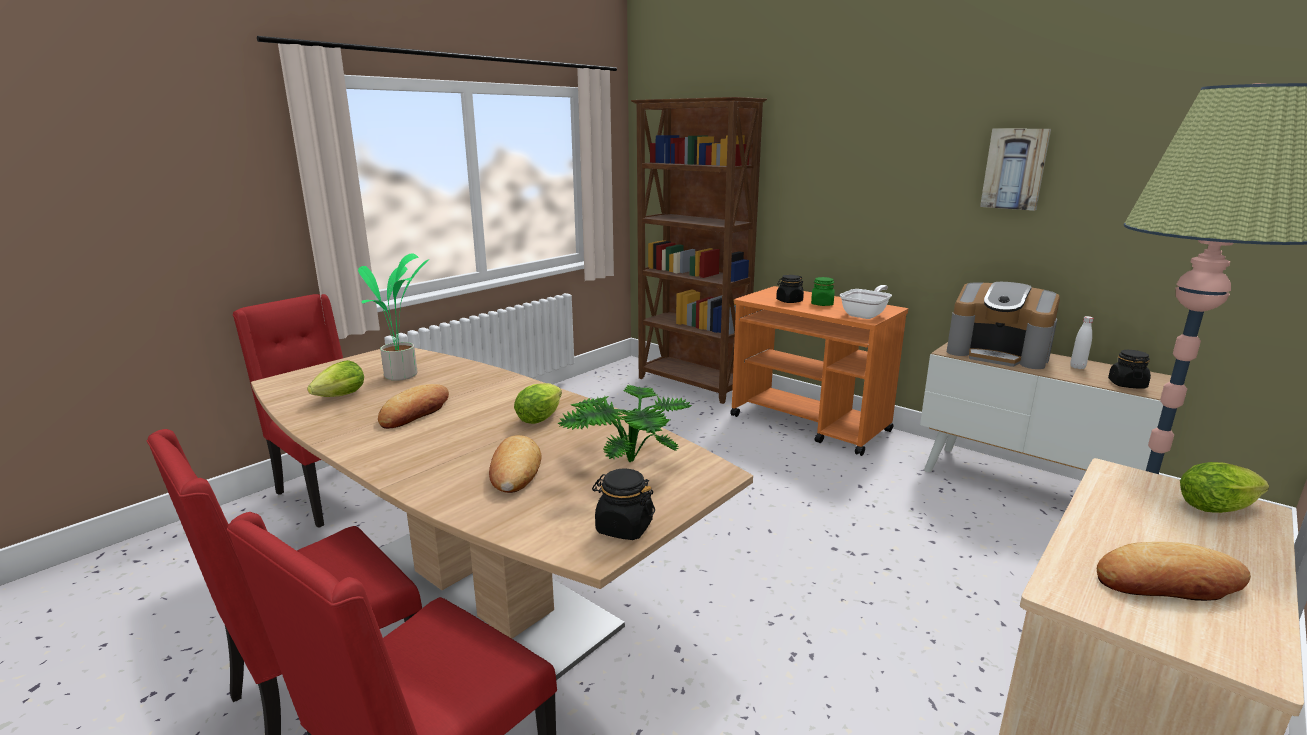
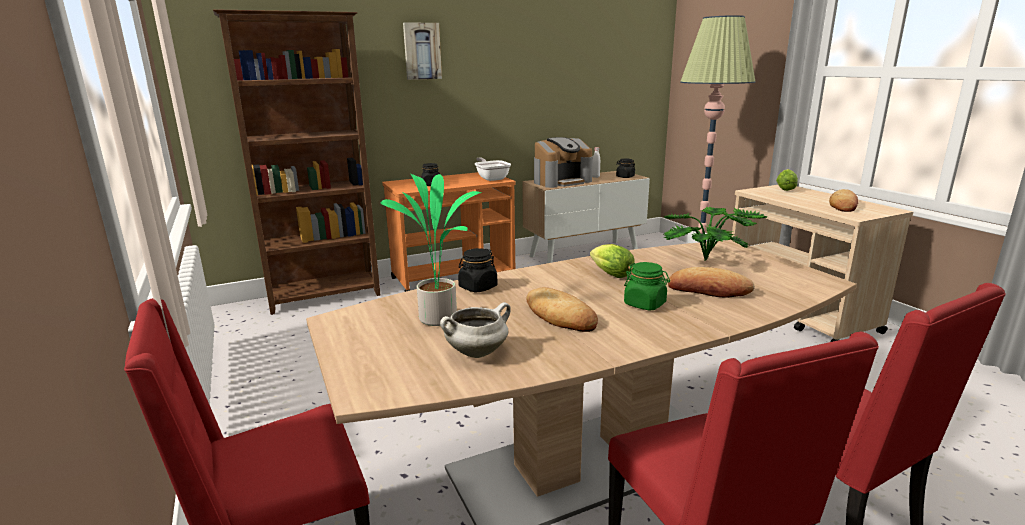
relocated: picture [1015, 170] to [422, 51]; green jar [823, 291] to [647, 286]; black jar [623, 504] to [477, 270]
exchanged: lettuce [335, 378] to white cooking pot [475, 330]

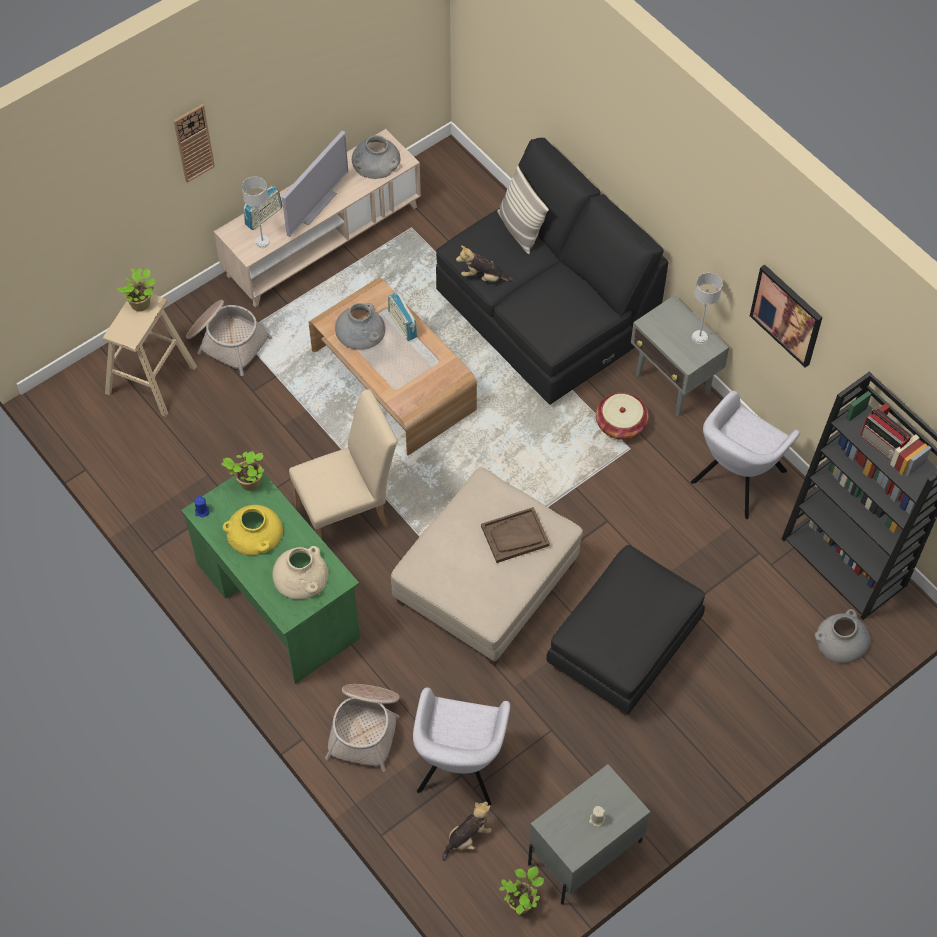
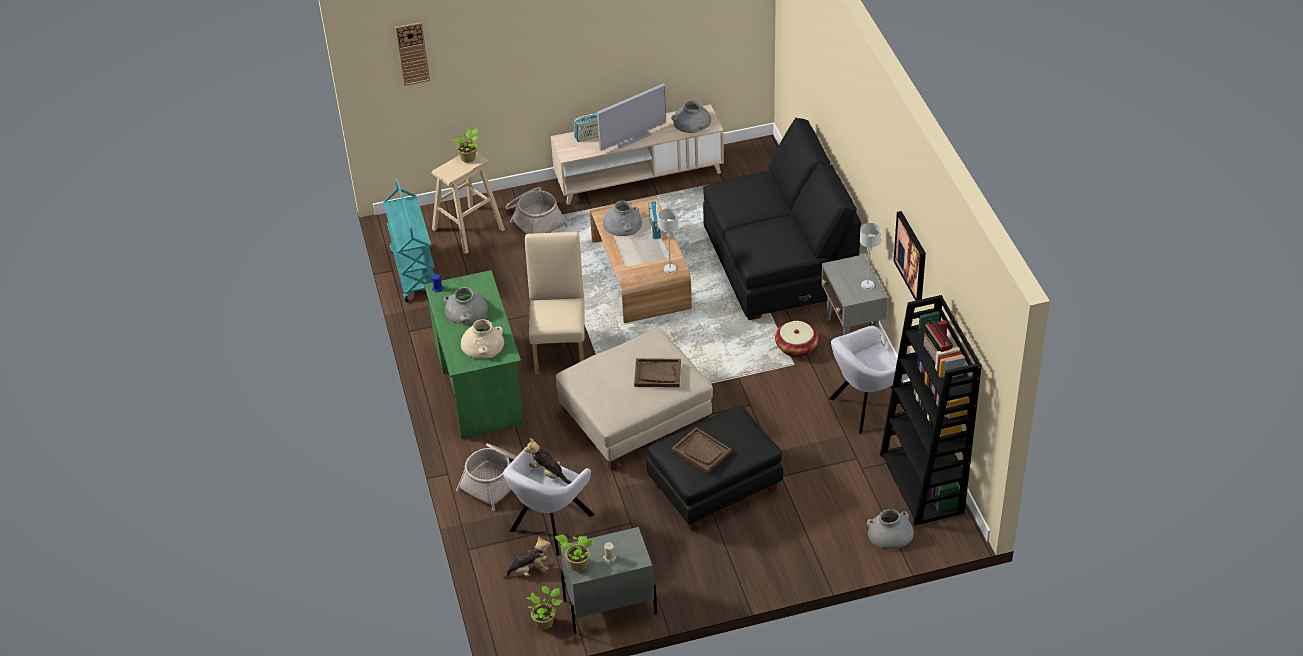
missing: pillow [523, 210]
appeared: turquoise cart [409, 240]; brown tray [702, 450]
relocated: wall clock [194, 143] to [412, 54]; grey table lamp [256, 212] to [668, 241]; plush toy [485, 264] to [547, 461]; potted plant [242, 471] to [574, 553]
colour: yellow vase [253, 530] to grey vase [466, 305]
spun: beige chair [343, 464] = [555, 303] 90 degrees counterclockwise

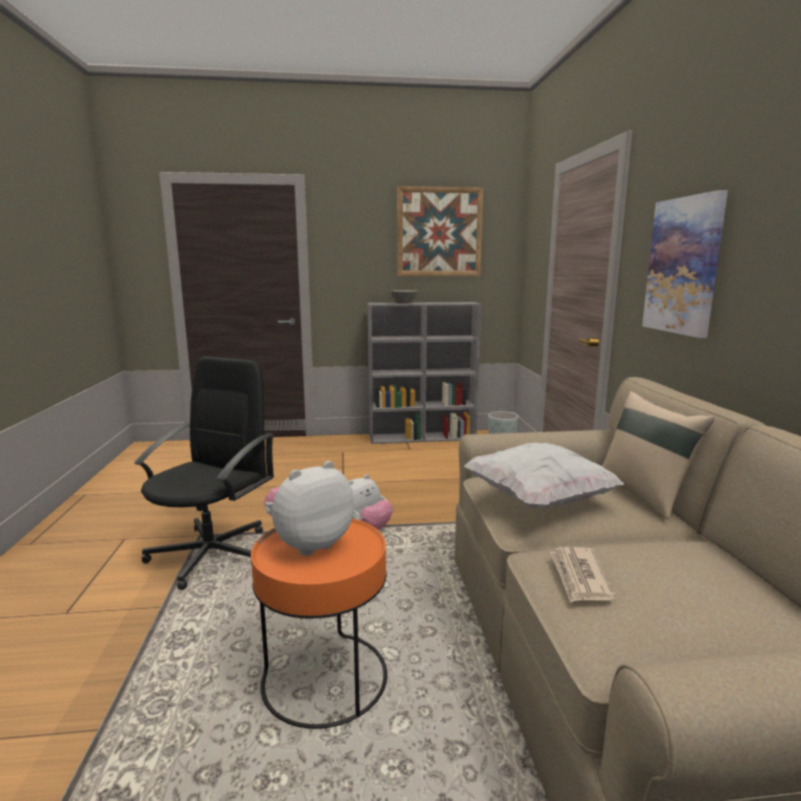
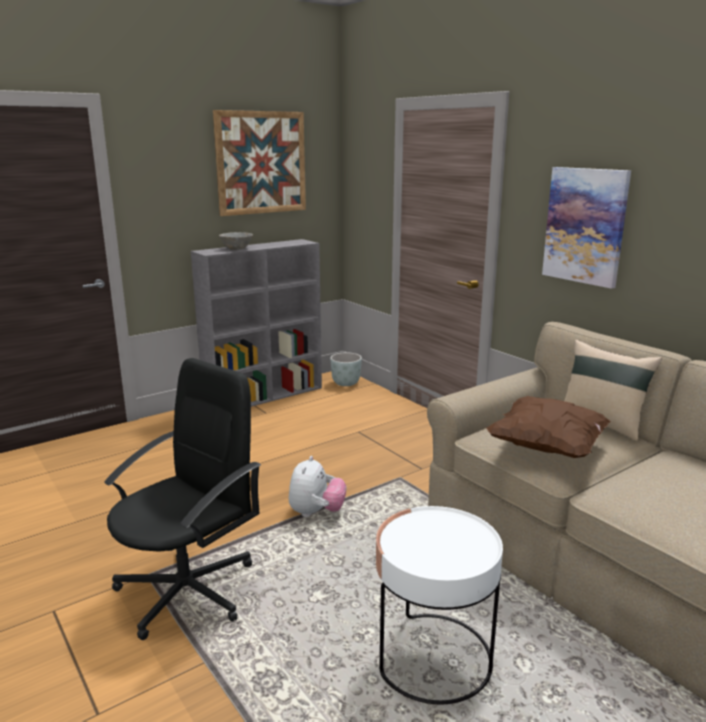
missing: plush toy [309, 508]; newspaper [583, 575]
colour: white pillow [544, 476] to brown pillow [548, 427]; orange side table [319, 623] to white side table [439, 605]
spun: black office chair [204, 473] = [182, 499] 45 degrees clockwise

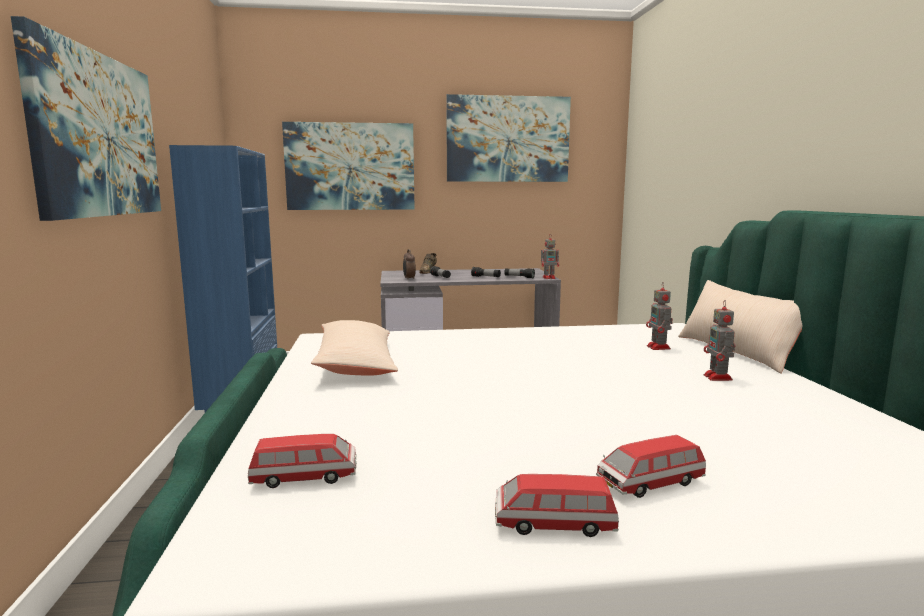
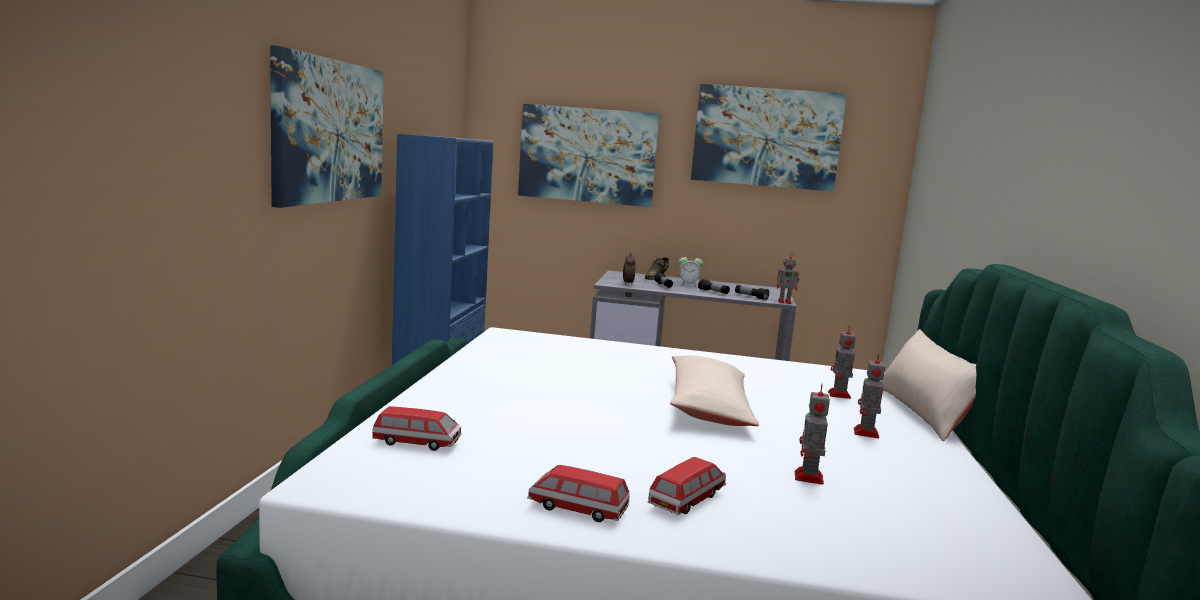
appeared: alarm clock [691, 270]; toy robot [812, 434]
relocated: beige pillow [354, 348] to [714, 390]
spun: toy car [651, 466] = [687, 486] 135 degrees clockwise

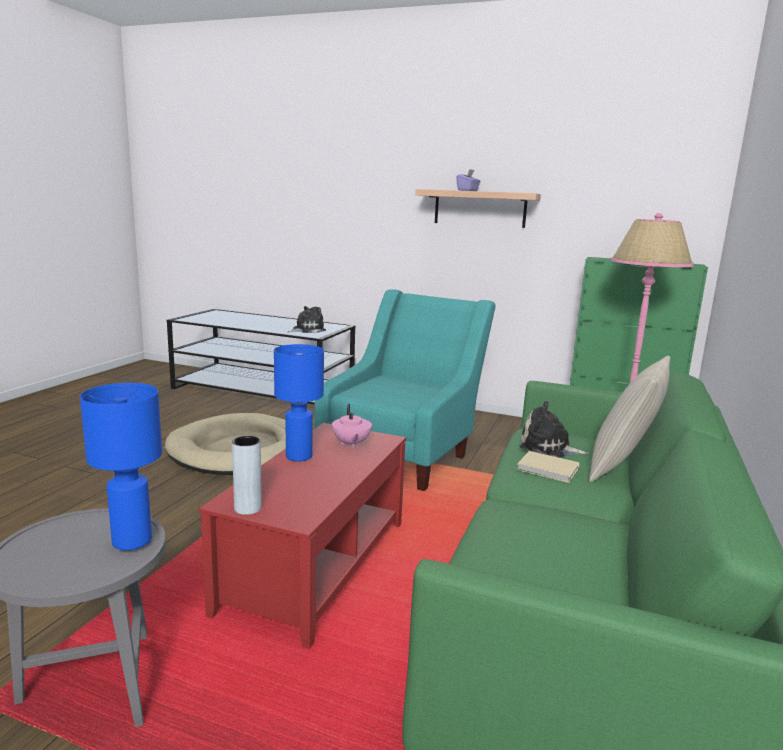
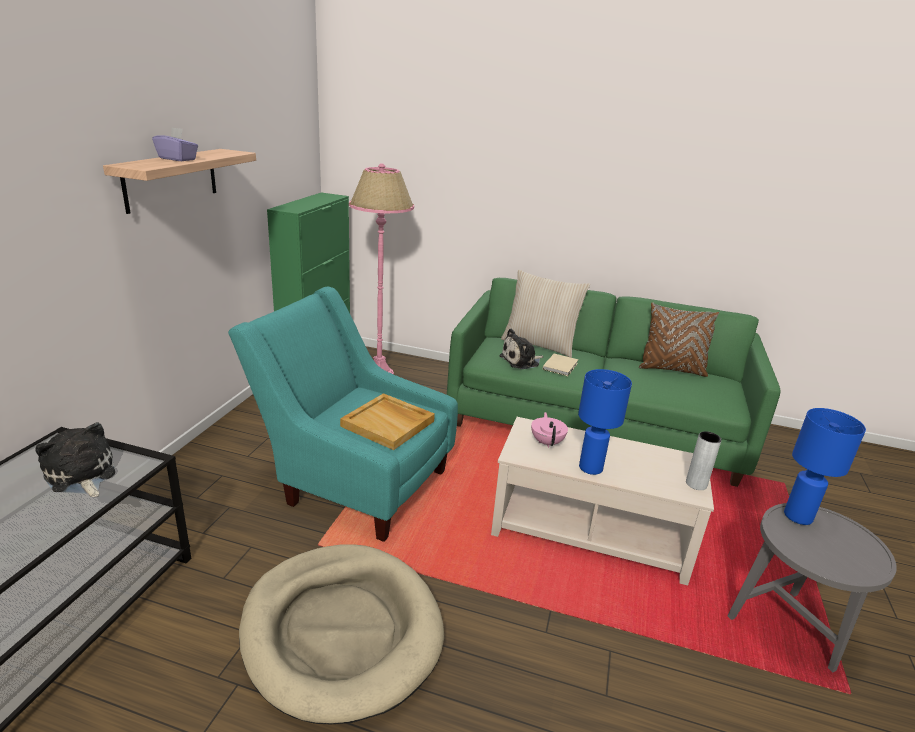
appeared: brown pillow [679, 339]; beige tray [387, 421]
colour: red coffee table [302, 536] to beige coffee table [602, 501]
spun: plush toy [554, 429] = [521, 348] 45 degrees clockwise; pink teapot [352, 426] = [549, 430] 75 degrees counterclockwise

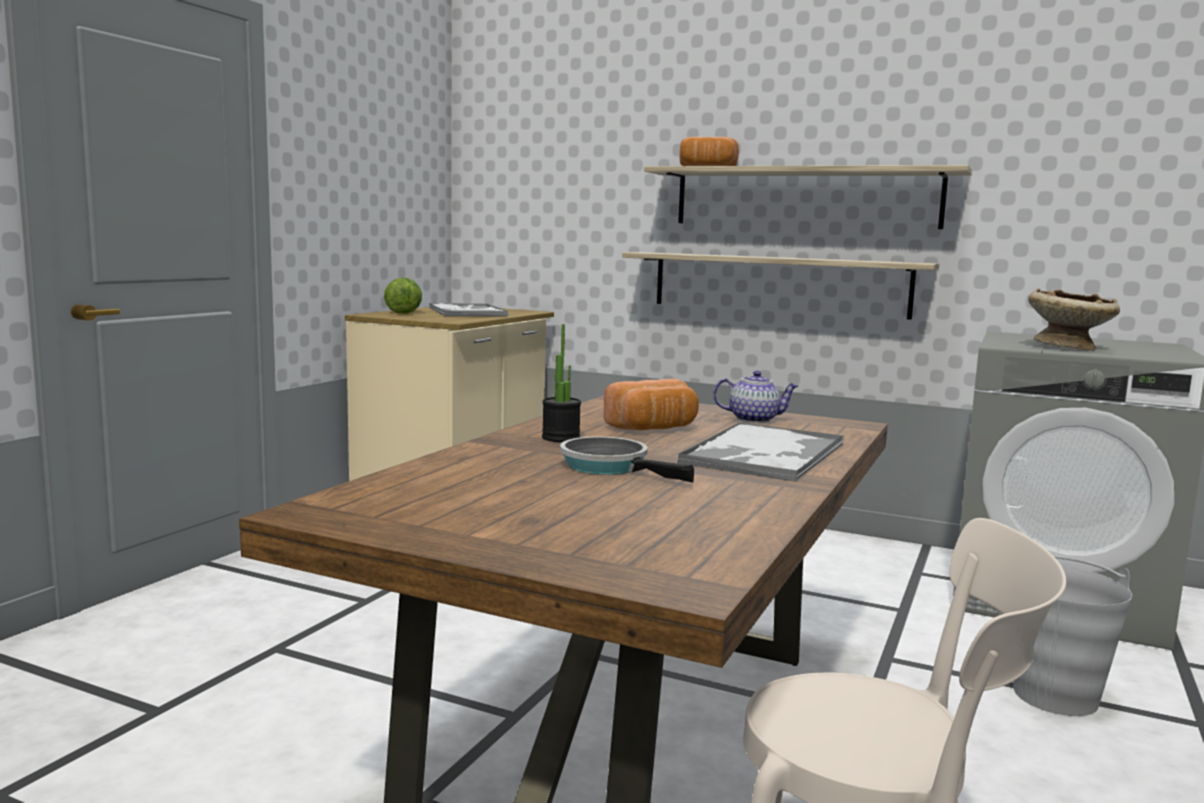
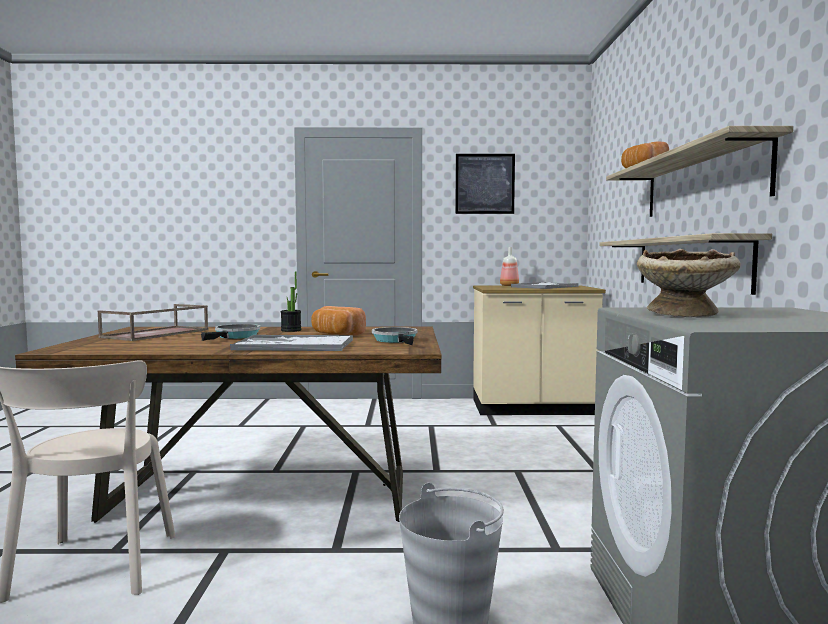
appeared: picture [485, 184]; brown tray [153, 322]
exchanged: lettuce [403, 296] to bottle [509, 266]; teapot [756, 397] to frying pan [394, 336]

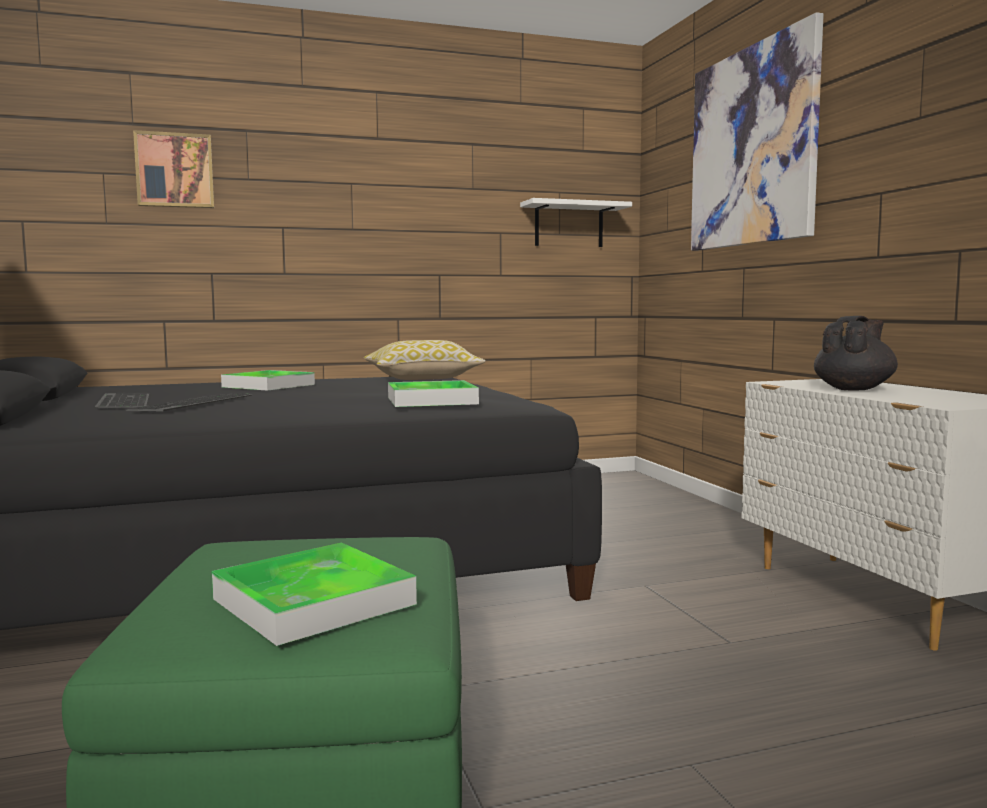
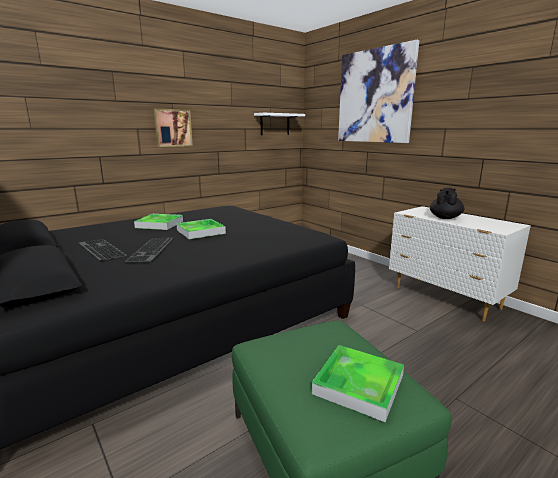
missing: pillow [425, 360]
relocated: picture [173, 169] to [173, 128]; tray [433, 393] to [201, 229]

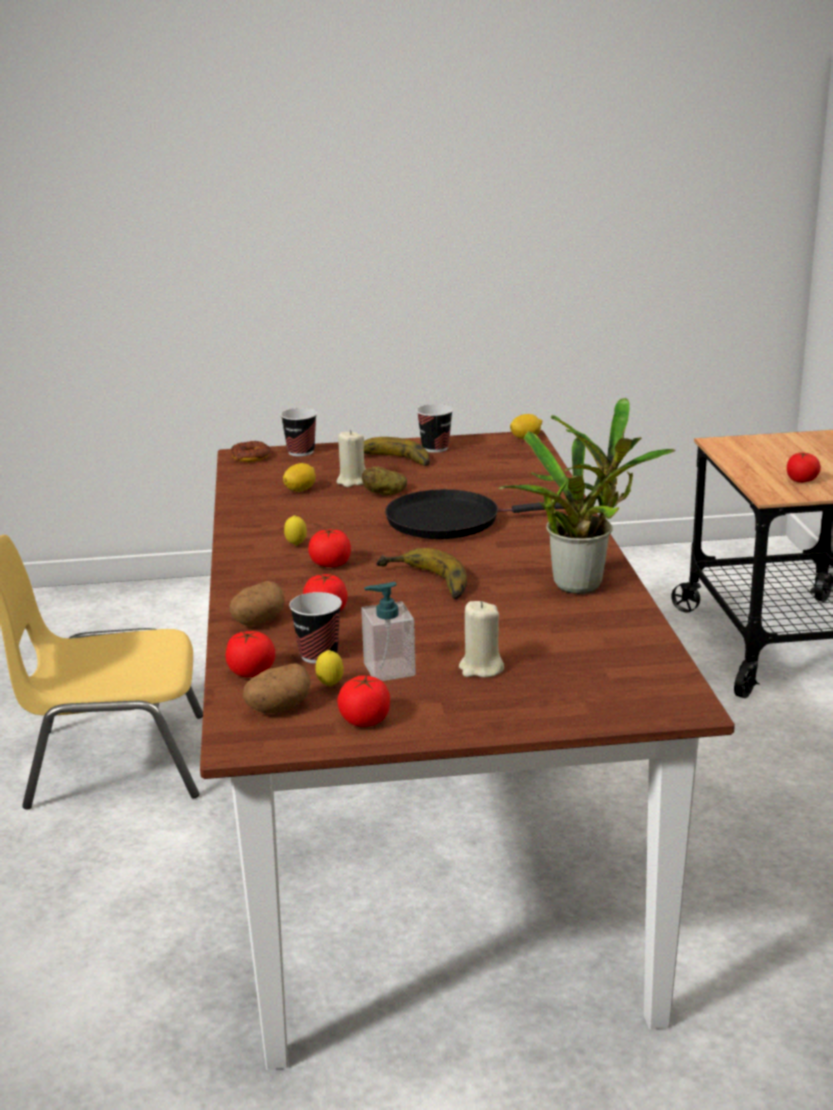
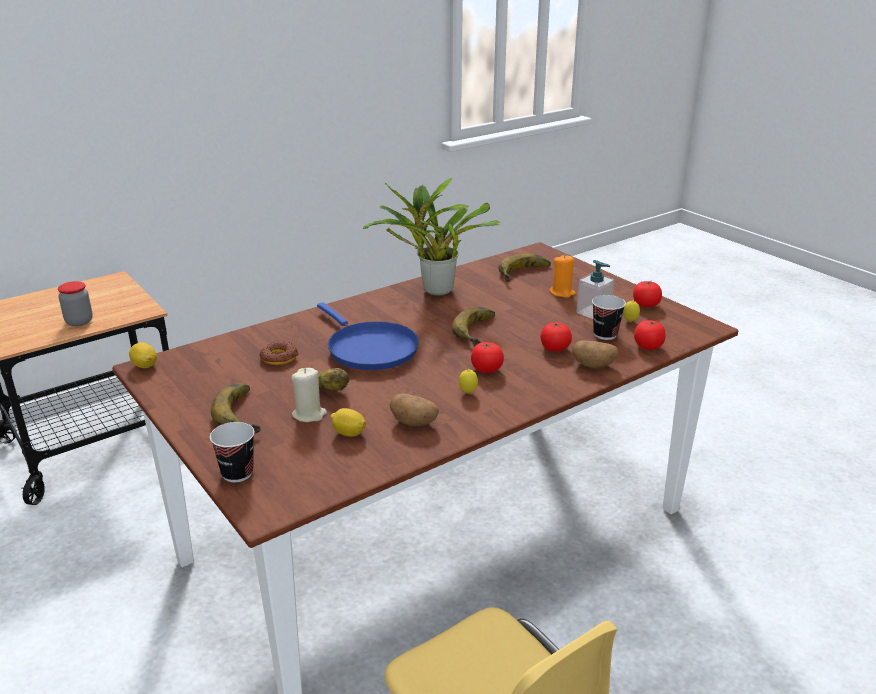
missing: cup [434, 428]; tomato [804, 467]
appeared: banana [524, 268]; jar [75, 303]
relocated: donut [250, 451] to [279, 353]; potato [276, 689] to [414, 409]
colour: black frying pan [474, 514] to blue frying pan [368, 336]; beige candle [481, 639] to orange candle [563, 276]

